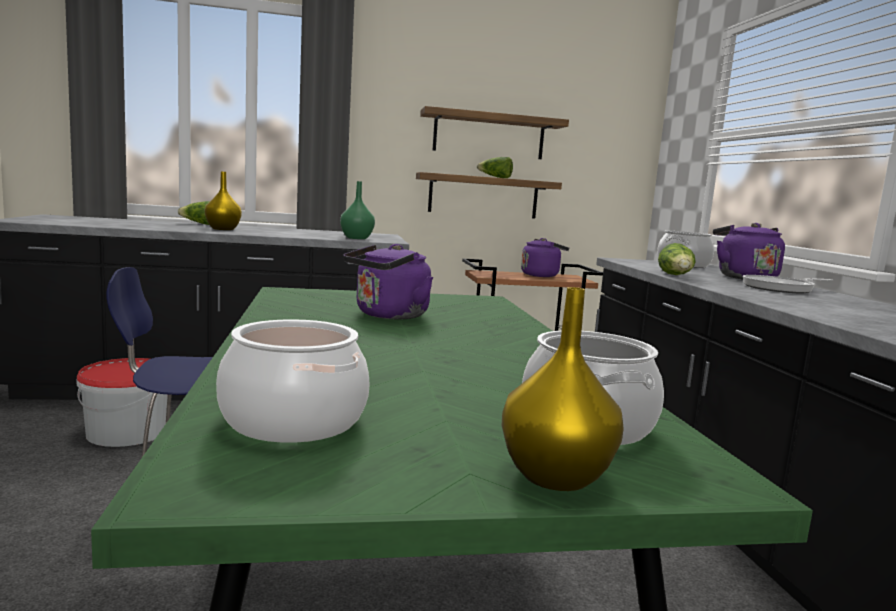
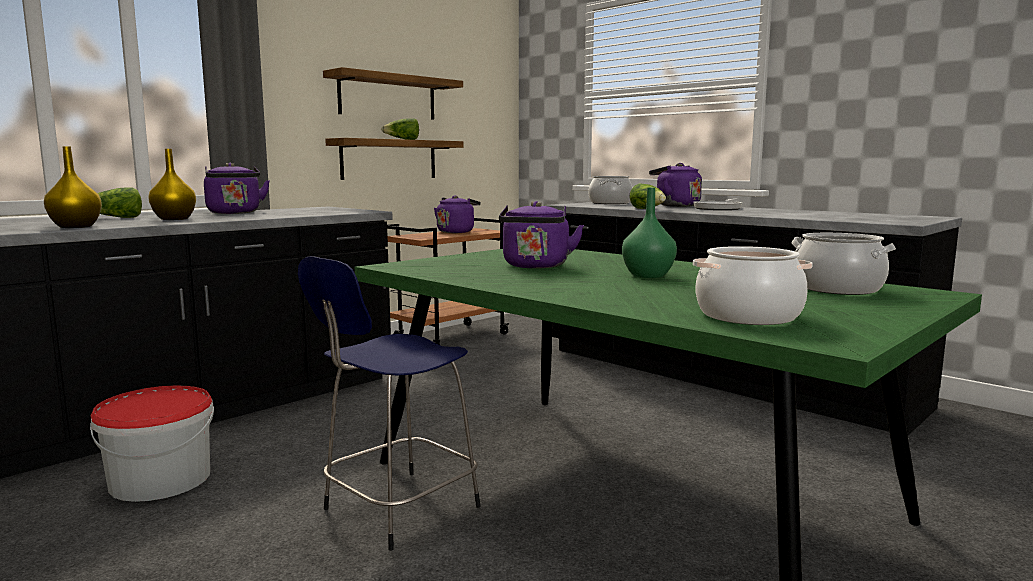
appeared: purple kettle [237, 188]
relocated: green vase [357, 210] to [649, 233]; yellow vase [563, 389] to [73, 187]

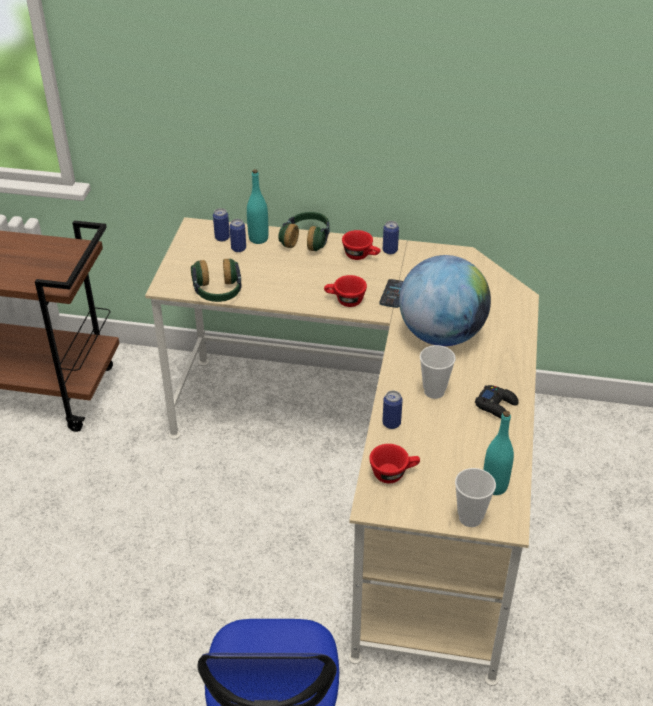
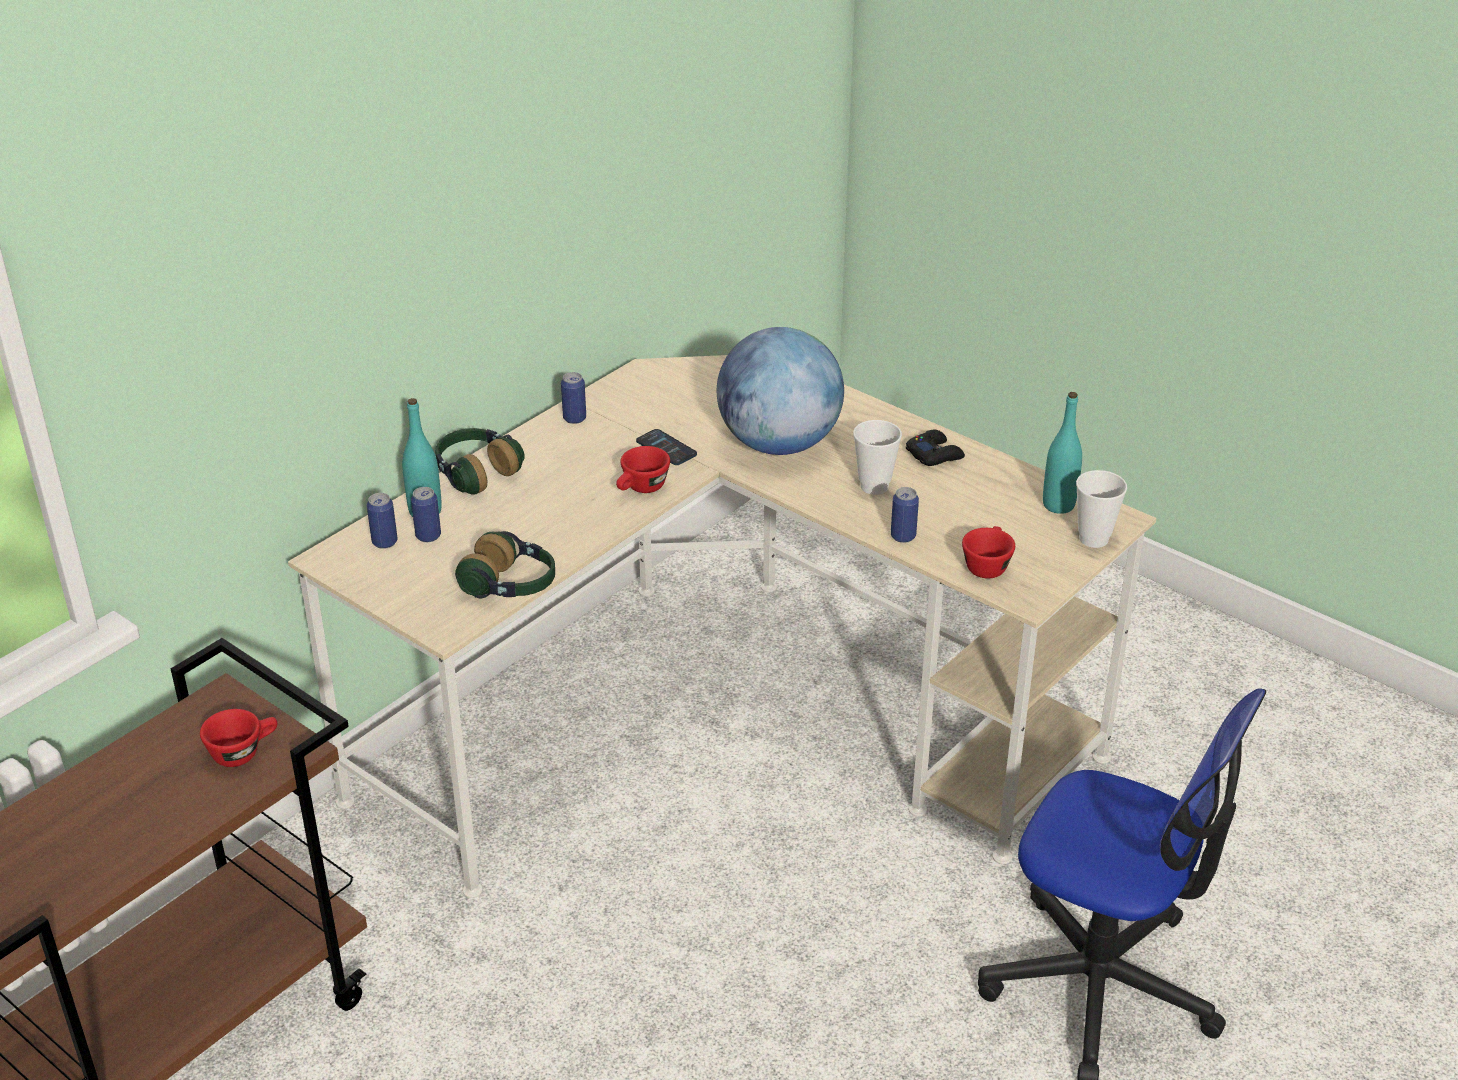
relocated: red cup [361, 245] to [238, 738]

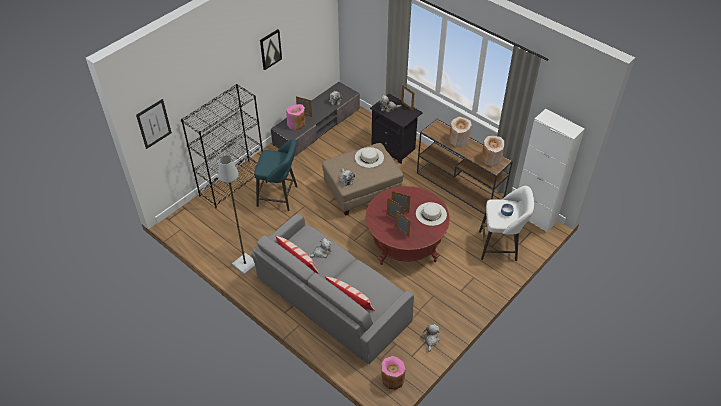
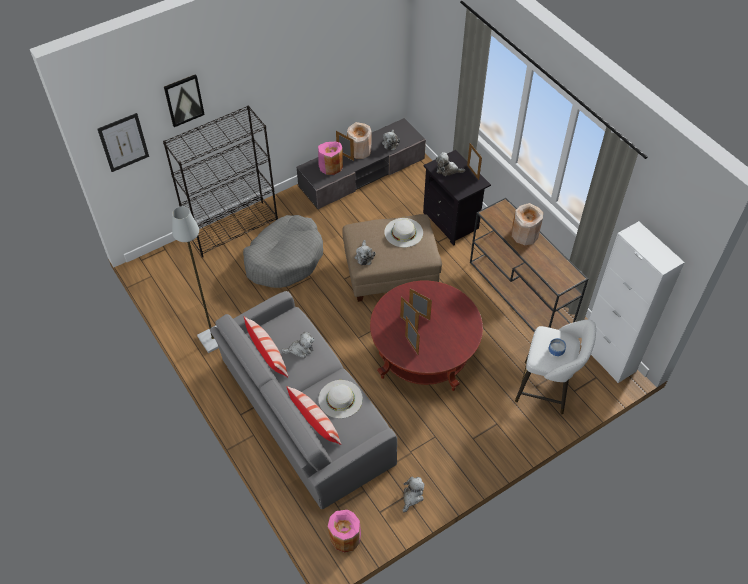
relocated: picture [271, 49] to [184, 100]; beige vase [492, 151] to [359, 140]; white hat [431, 214] to [341, 399]
exchanged: turquoise stool [276, 175] to grey dog bed [283, 251]

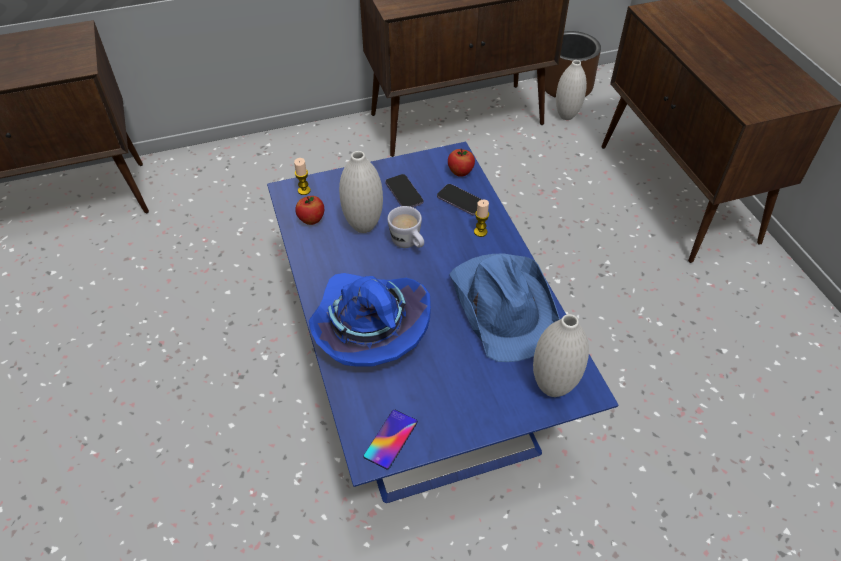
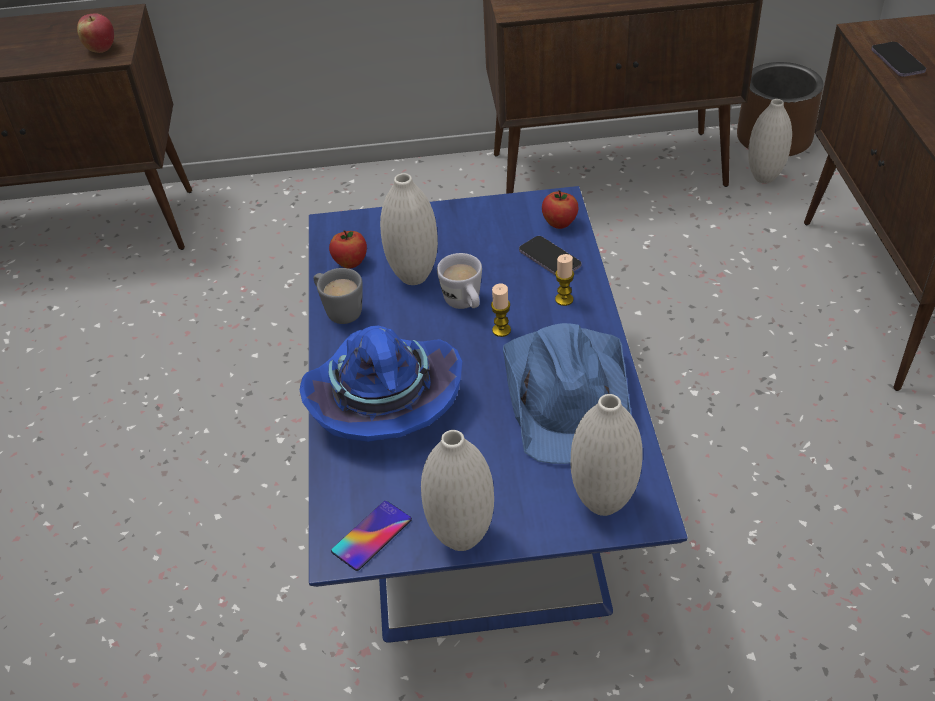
appeared: apple [95, 33]; grey mug [338, 296]; white vase [457, 490]
relocated: candle [302, 176] to [501, 310]; phone [404, 190] to [898, 59]

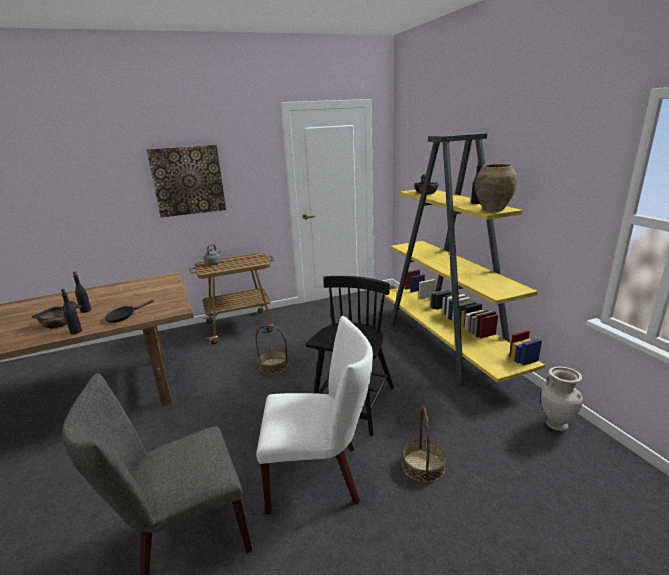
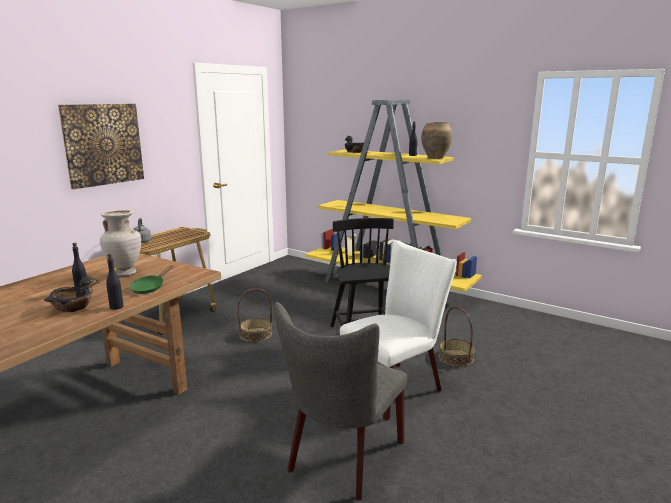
relocated: beige vase [562, 399] to [120, 243]
colour: black frying pan [129, 311] to green frying pan [151, 279]

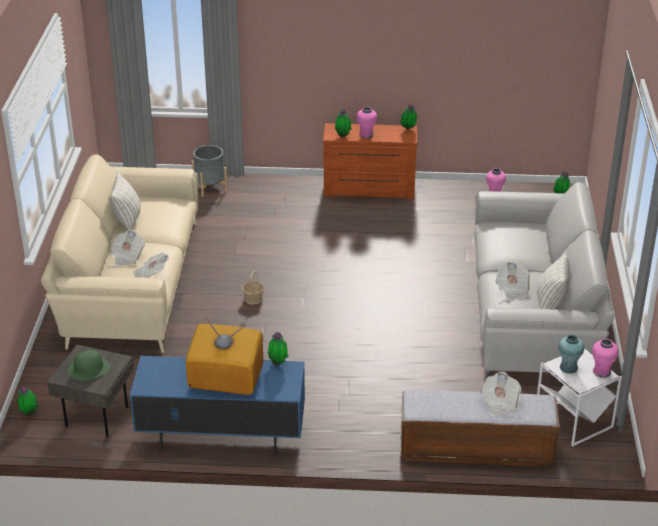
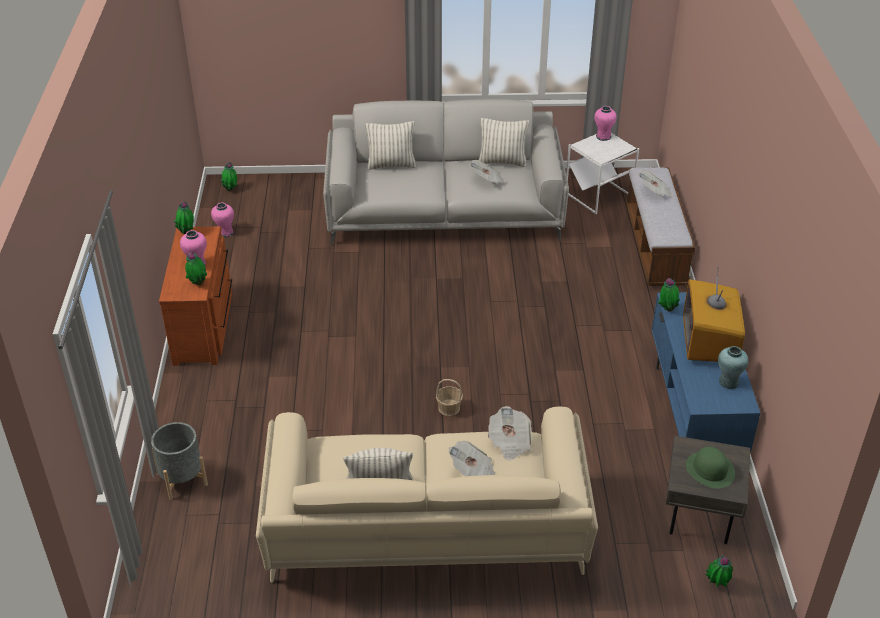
appeared: pillow [390, 145]
relocated: turquoise vase [571, 354] to [733, 367]

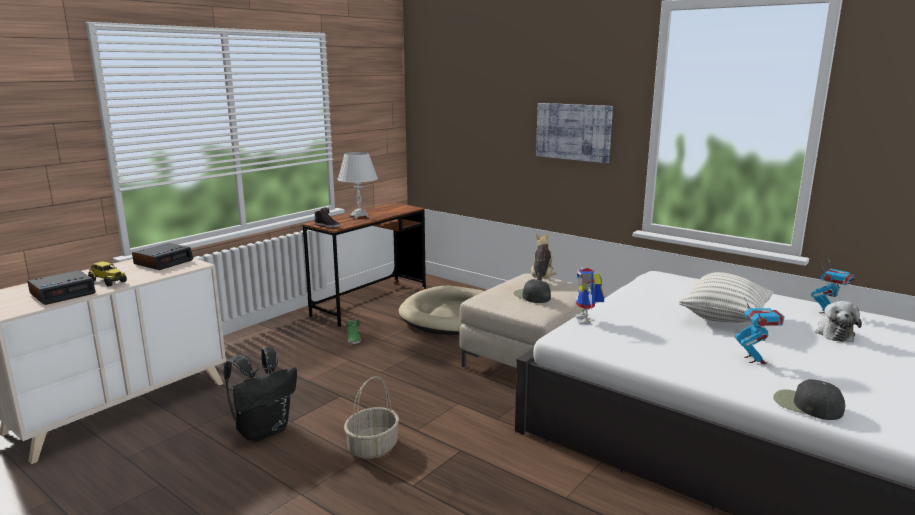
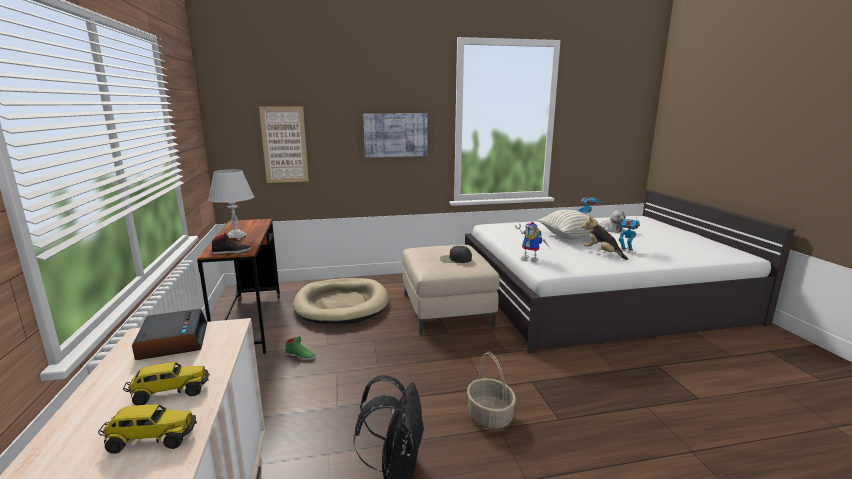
missing: black cap [809, 399]
appeared: picture [284, 144]
relocated: plush toy [543, 257] to [605, 237]
exchanged: alarm clock [61, 287] to toy truck [147, 429]

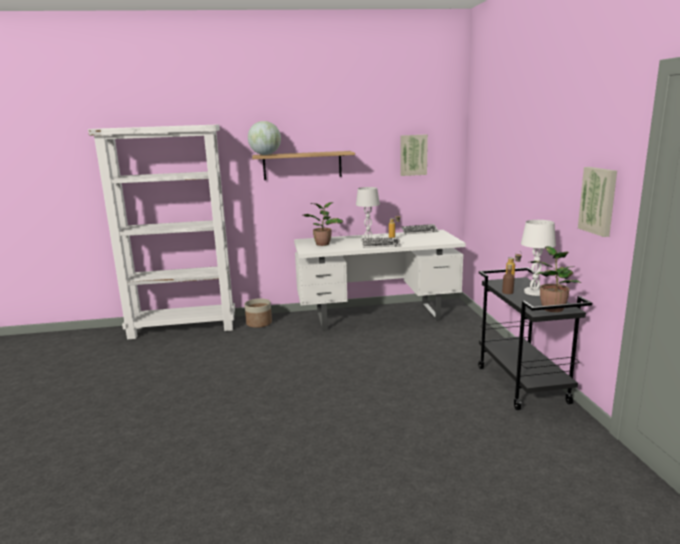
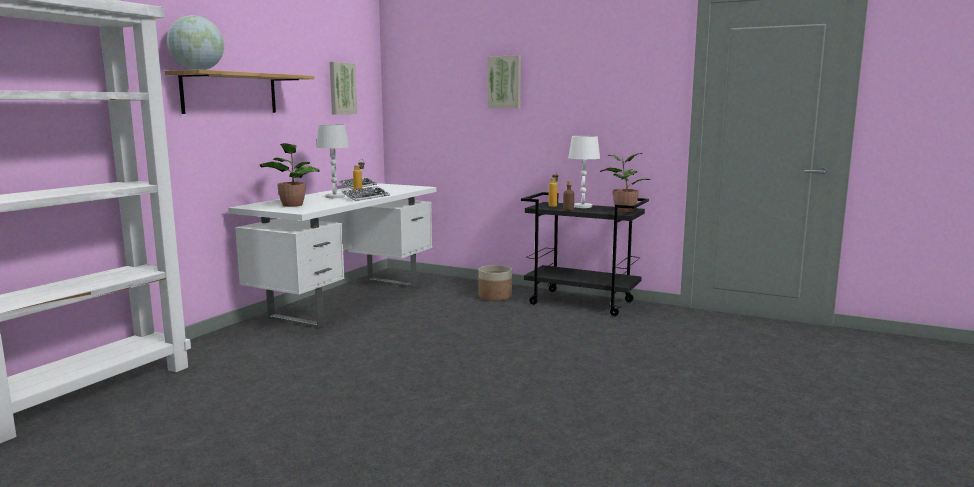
relocated: picture [597, 202] to [504, 81]; planter [258, 313] to [495, 283]

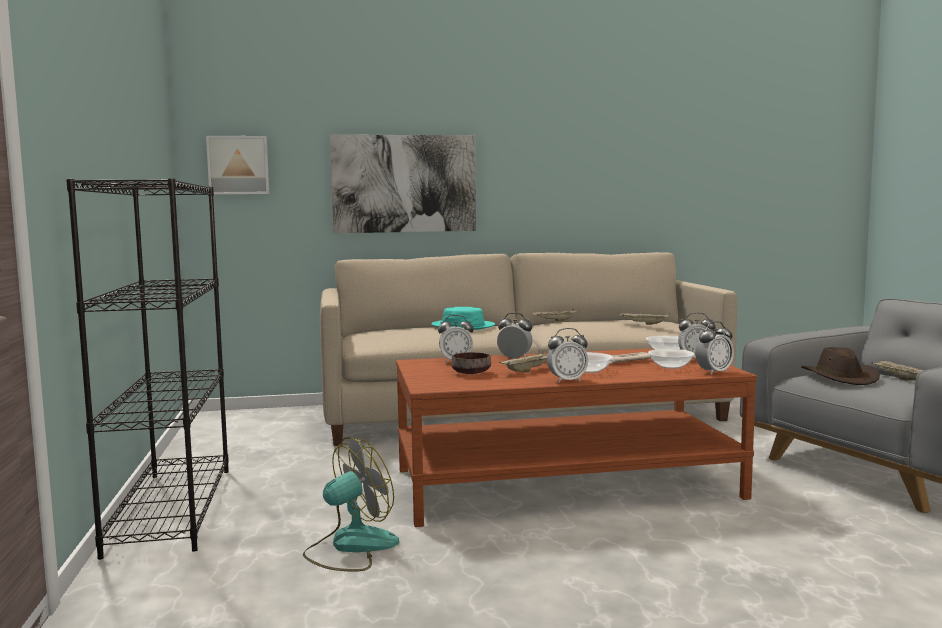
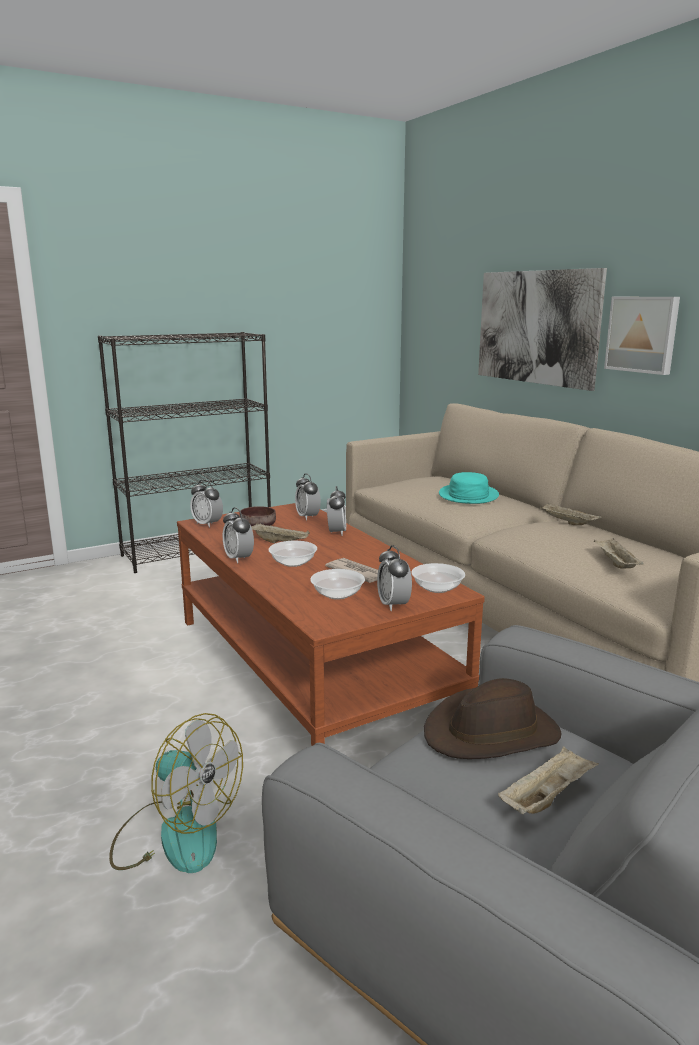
relocated: picture [237, 165] to [642, 336]; alarm clock [714, 348] to [206, 504]; fan [351, 504] to [176, 793]

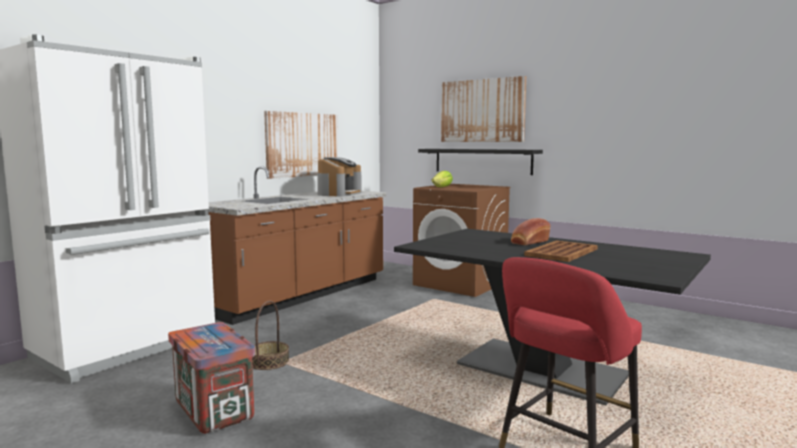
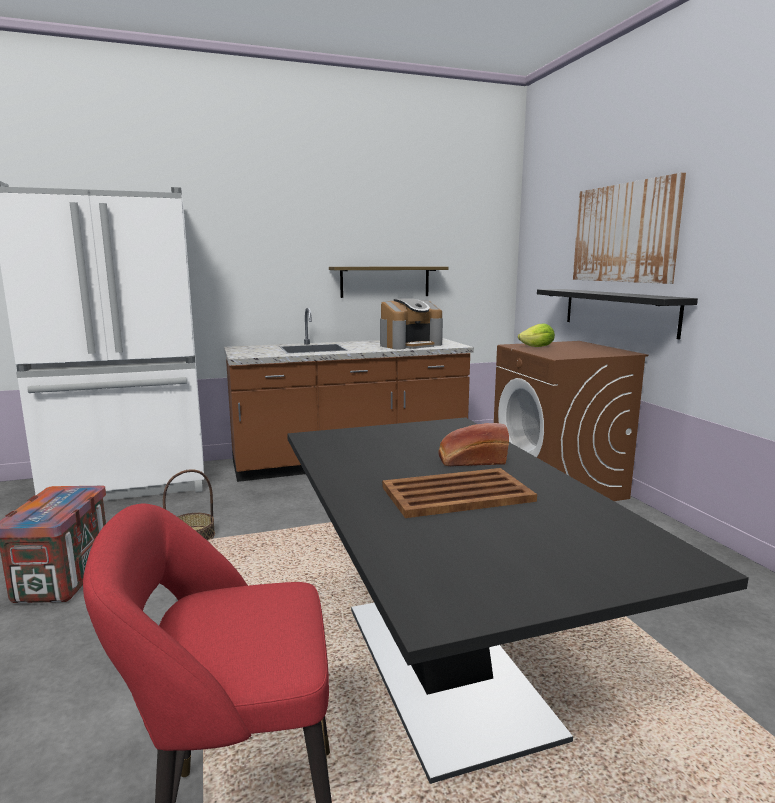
exchanged: picture [301, 145] to shelf [389, 282]

